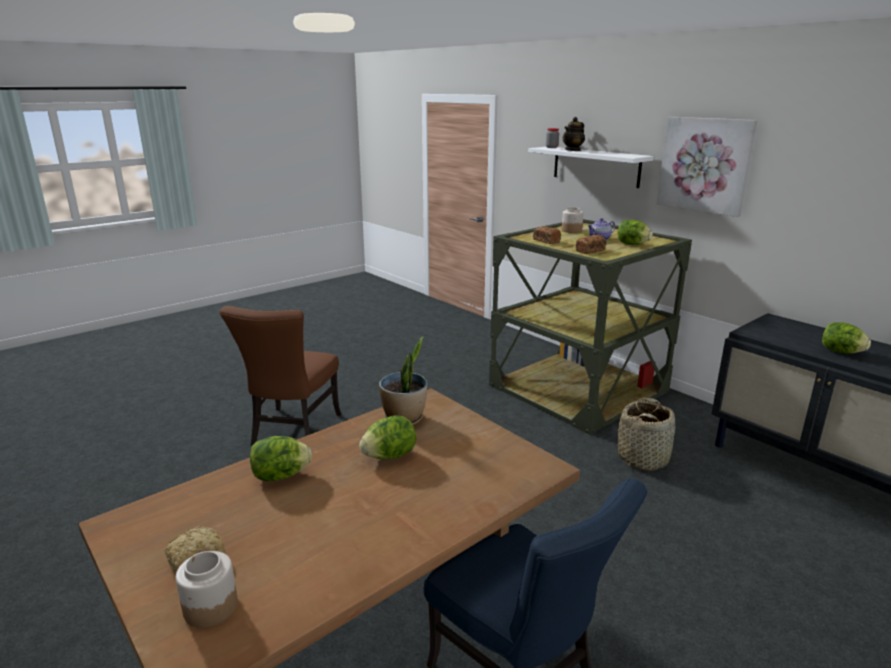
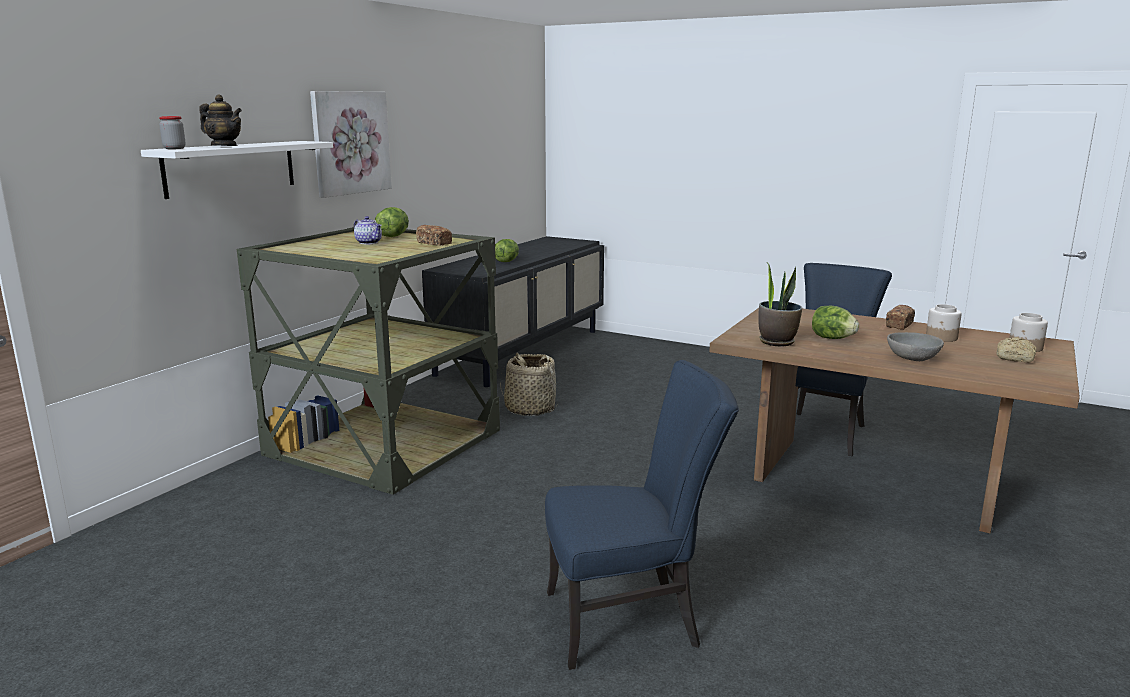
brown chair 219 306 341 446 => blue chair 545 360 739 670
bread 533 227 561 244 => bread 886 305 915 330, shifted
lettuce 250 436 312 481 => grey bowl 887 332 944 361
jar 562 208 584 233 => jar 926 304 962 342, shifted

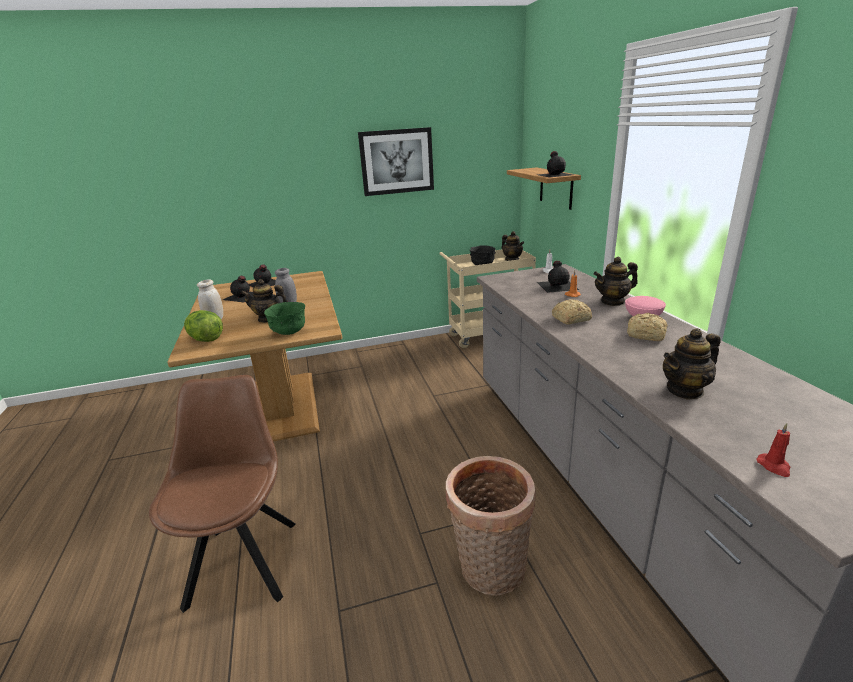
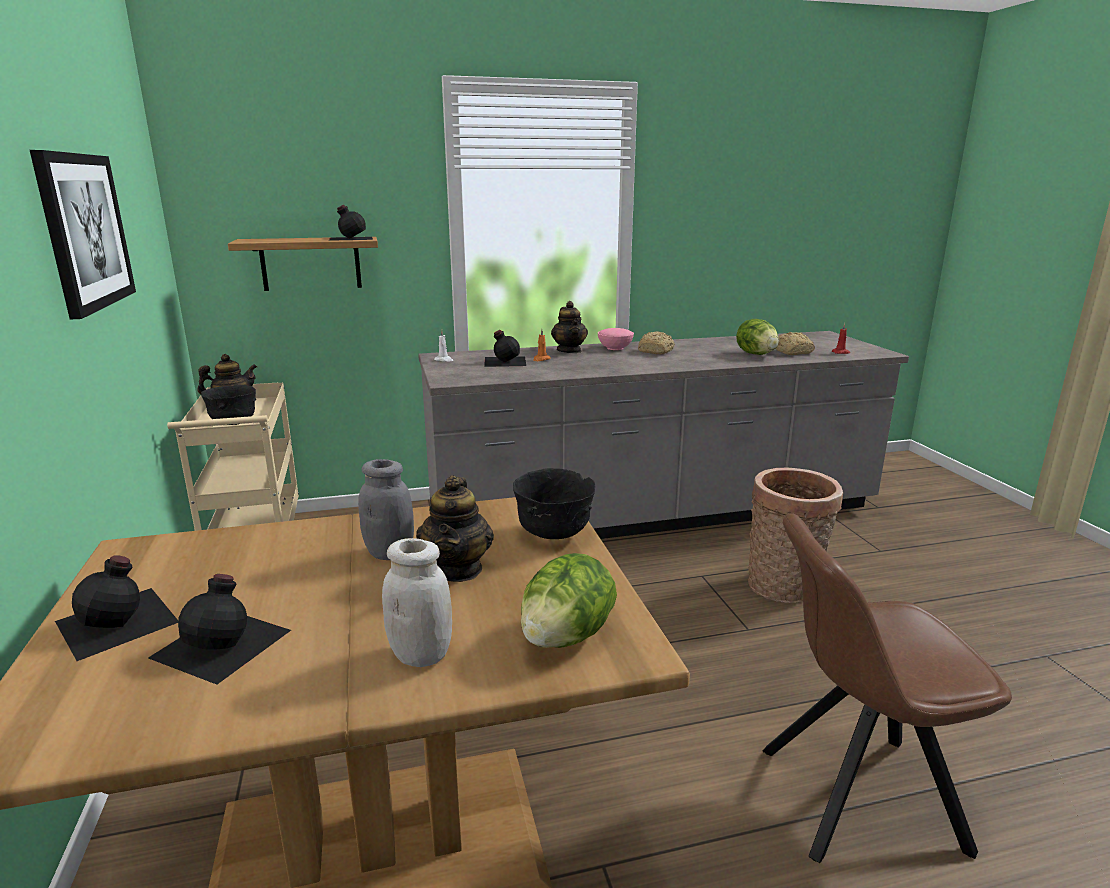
green bowl 264 302 305 335 => black bowl 513 468 595 539
teapot 663 328 721 399 => lettuce 736 319 779 355
bread 552 299 592 324 => bread 775 332 815 355, shifted

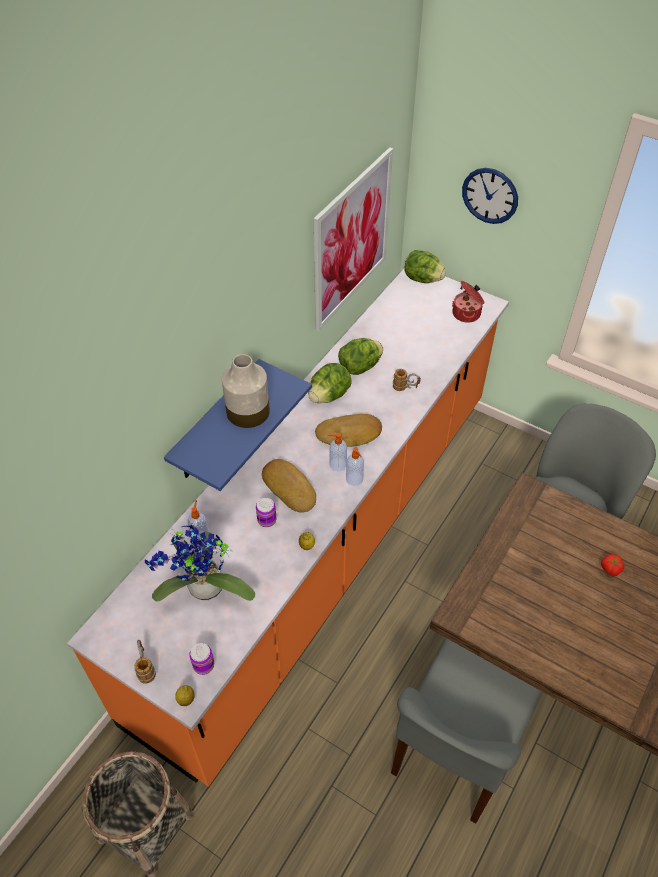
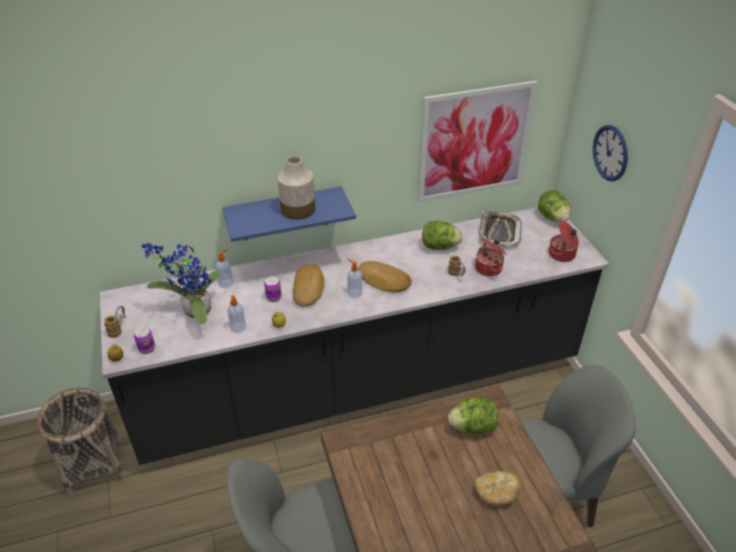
orange counter 67 269 509 787 => black counter 100 207 609 465
soap dispenser 346 447 364 486 => soap dispenser 227 295 246 333, shifted
lettuce 308 363 352 403 => lettuce 448 397 499 435, shifted
nothing => cooking pot 475 239 507 276
tomato 601 554 624 576 => bread 475 471 521 506
nothing => tray 479 211 522 247

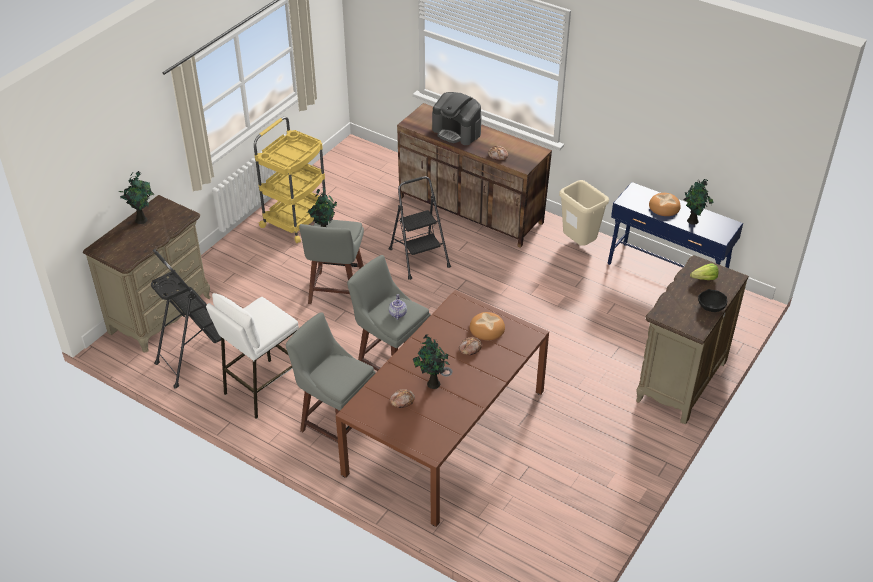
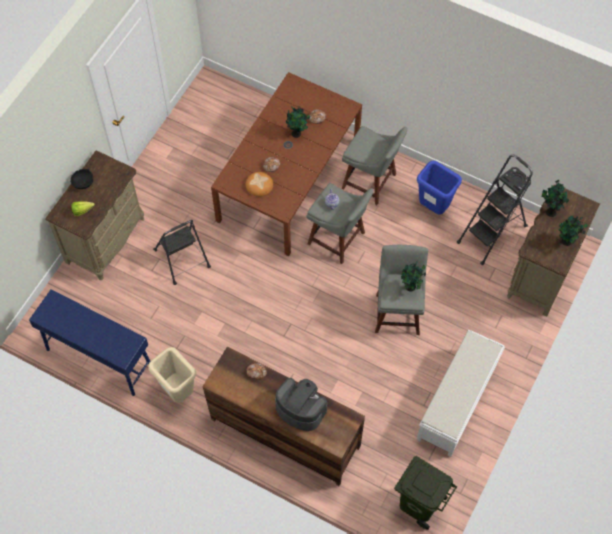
black step ladder 388 176 451 280 => black step ladder 153 220 211 285, shifted
nothing => green trash can 394 456 457 530
white stool 206 293 299 419 => blue trash can 417 161 462 214
yellow cart 254 117 326 243 => white bench 417 330 505 457
potted plant 684 179 714 225 => potted plant 542 180 569 217, shifted
bread 649 193 681 216 => nothing

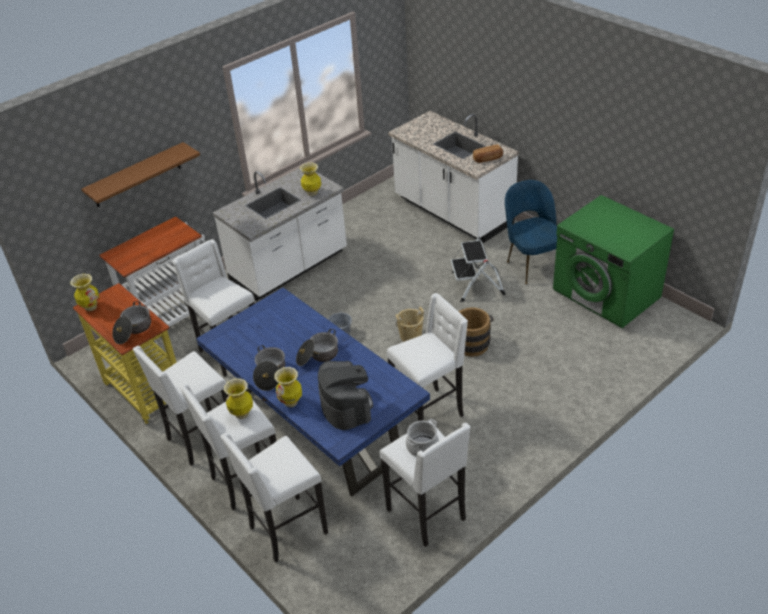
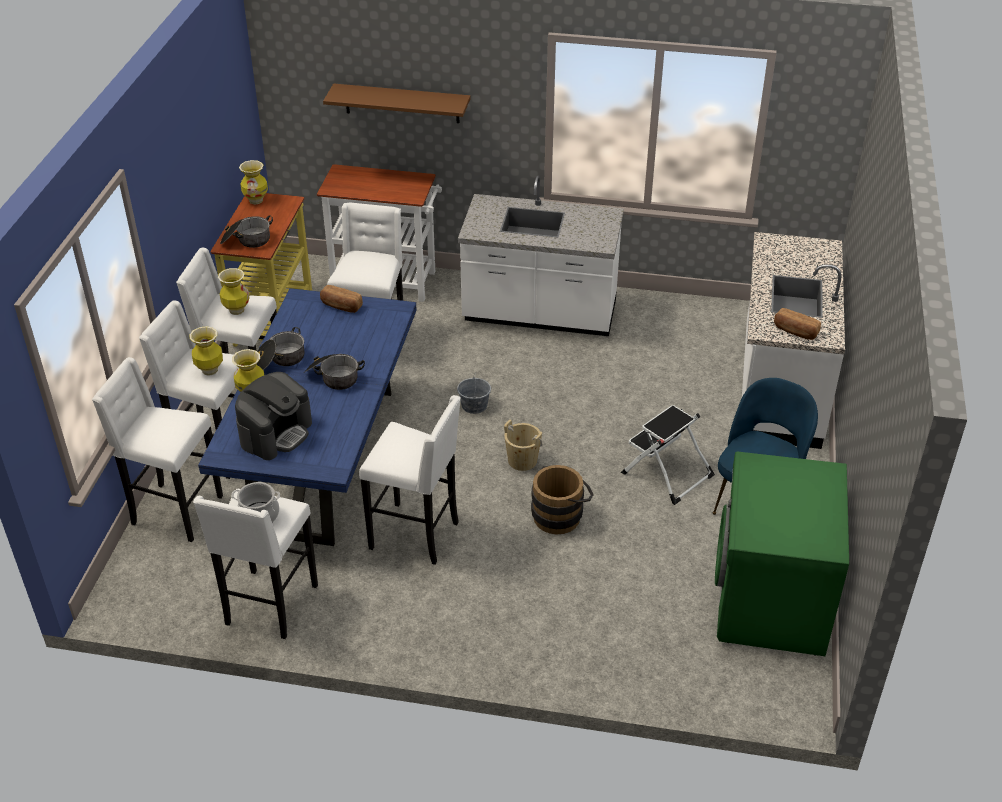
vase 300 163 321 196 => vase 218 268 249 315, shifted
nothing => bread 320 285 363 313

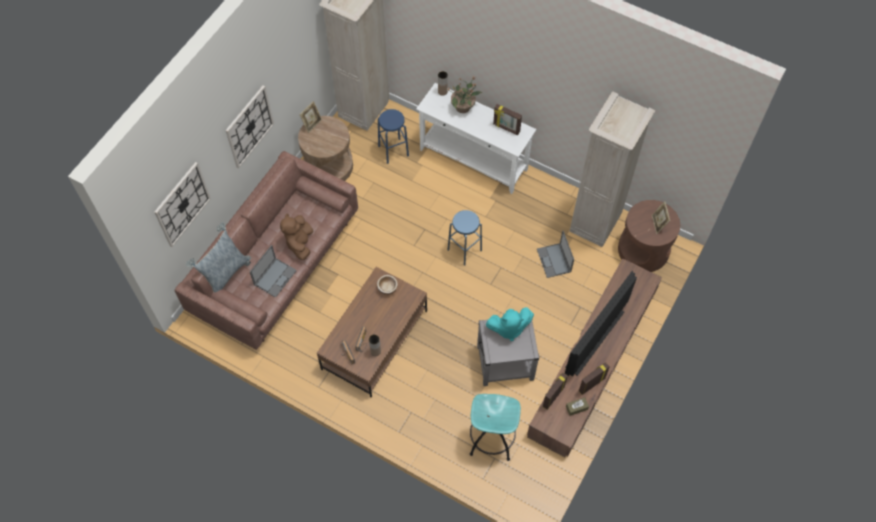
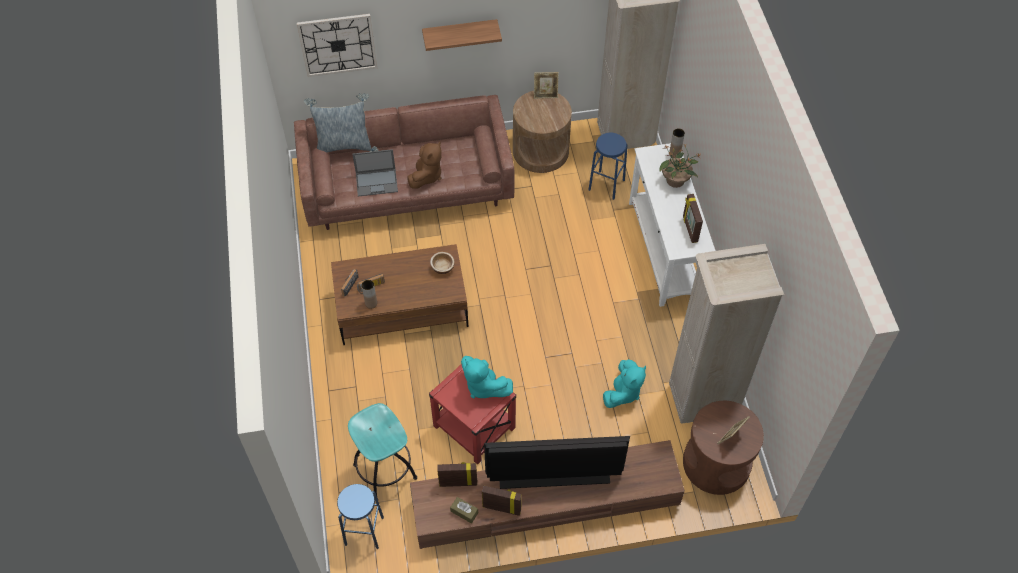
blue stool 447 210 482 265 => blue stool 337 484 384 549, shifted
brown plush toy 280 213 314 260 => brown plush toy 407 141 442 188, 150 degrees clockwise
wall clock 225 85 274 168 => shelf 422 19 502 51
grey side table 477 320 540 386 => red side table 429 364 516 464
laptop 537 230 574 278 => turquoise plush toy 603 359 646 408

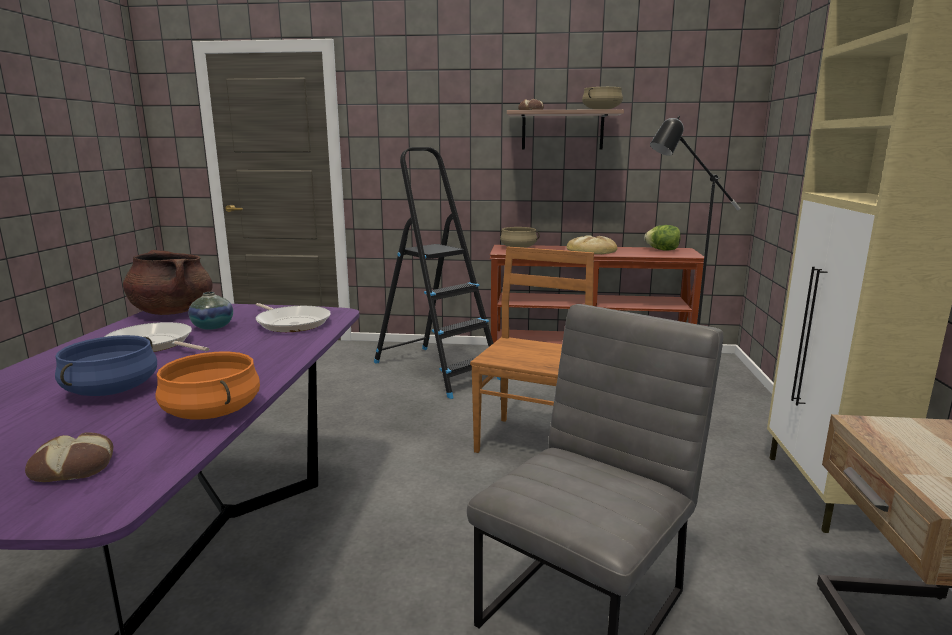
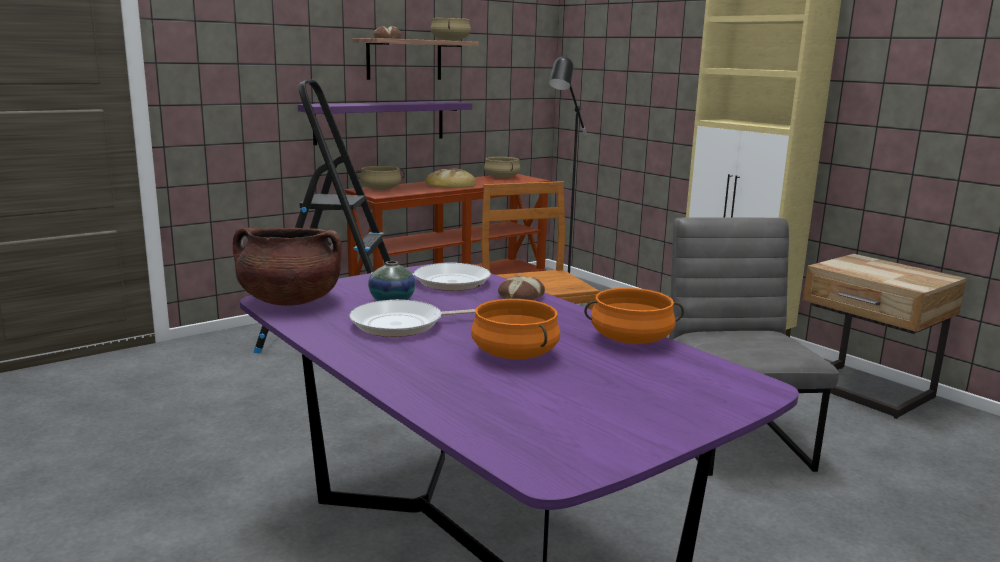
nothing => purple shelf 298 101 472 145
blue cooking pot 55 335 157 396 => orange cooking pot 471 299 560 360
lettuce 644 225 681 251 => beige cooking pot 484 157 521 178
bread 25 432 114 482 => bread 498 276 545 300, shifted

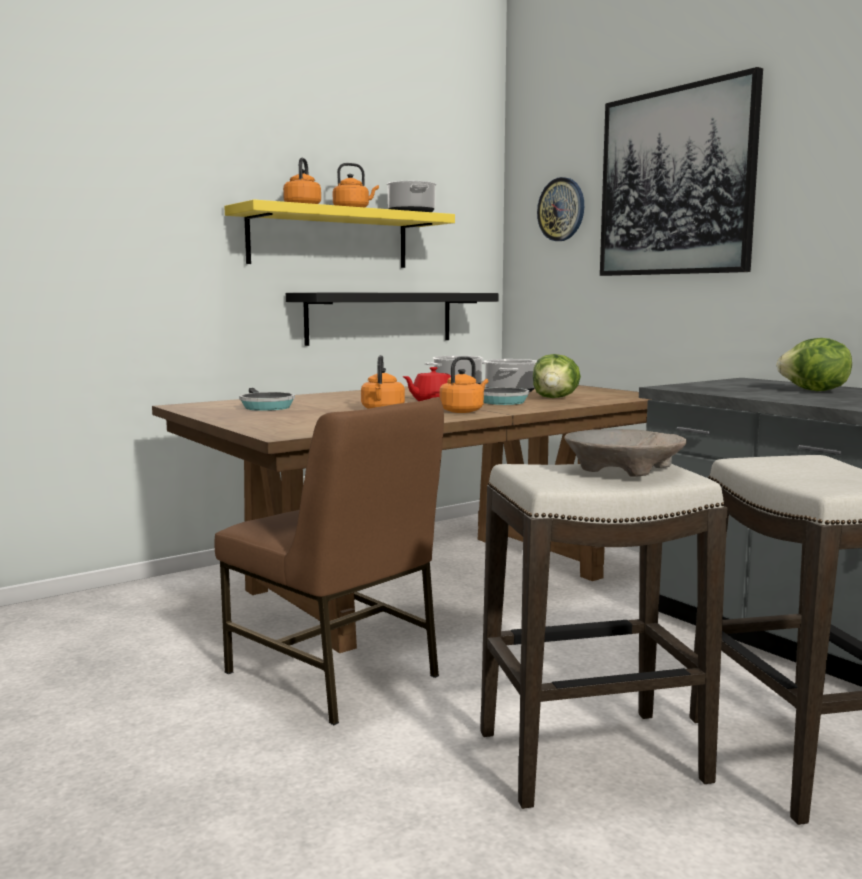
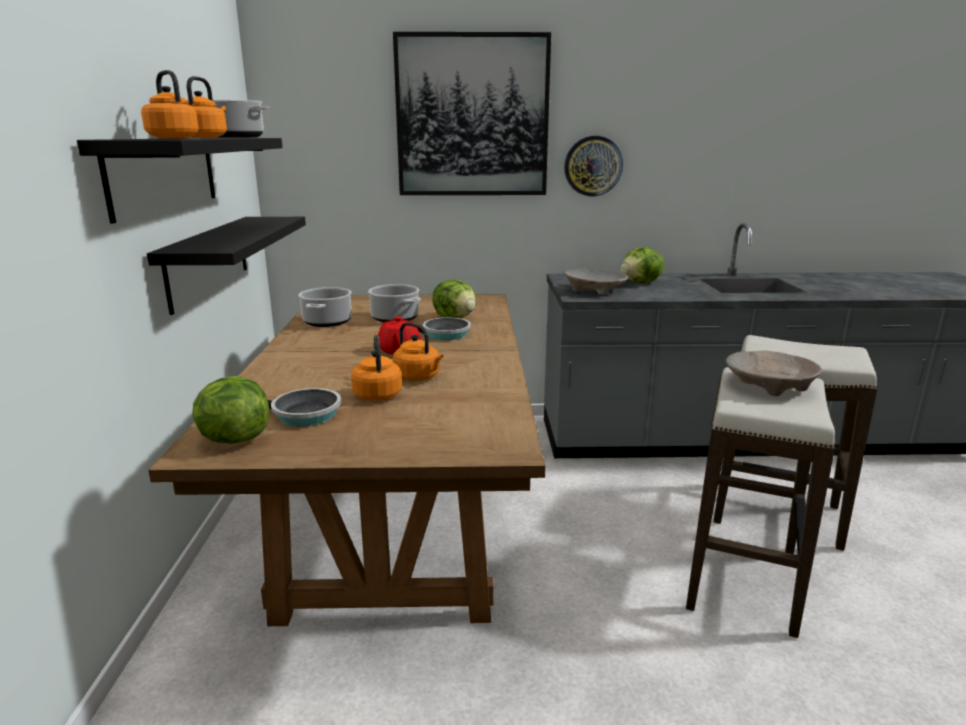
yellow shelf 224 199 455 268 => black shelf 77 138 283 224
nothing => lettuce 192 376 270 444
orange kettle 439 356 488 413 => orange kettle 351 335 402 401, shifted
wall clock 537 177 584 241 => wall clock 564 136 623 196, shifted
nothing => beige bowl 565 268 628 295
brown chair 214 397 444 725 => nothing

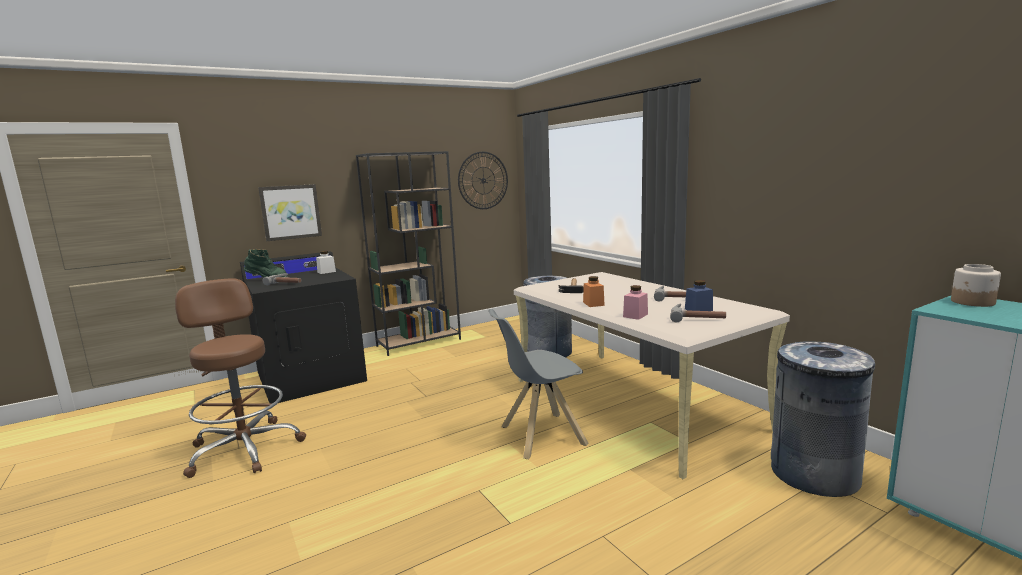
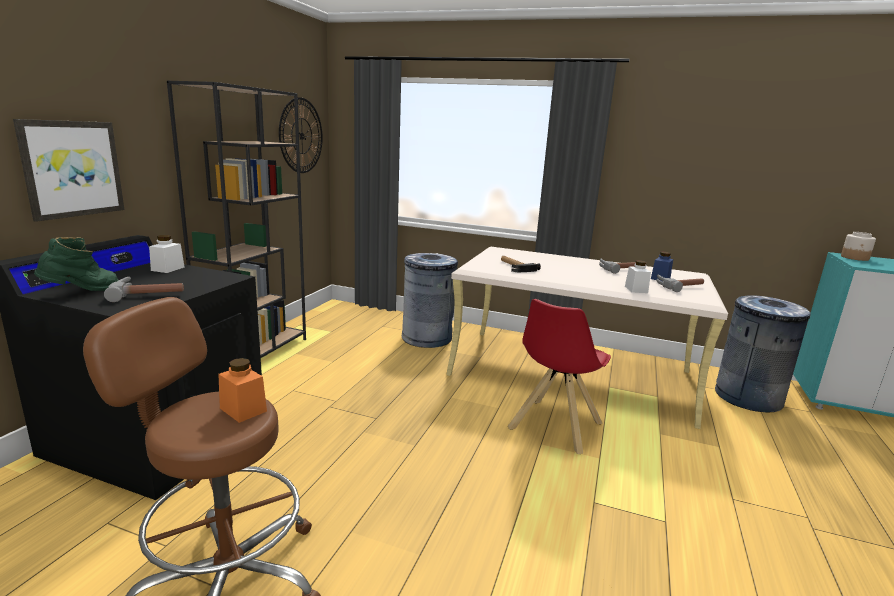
orange jar 583 276 605 307 => orange jar 218 358 267 423, shifted
grey chair 489 309 588 459 => red chair 508 299 611 454
pink jar 623 285 648 320 => white jar 625 260 651 293

